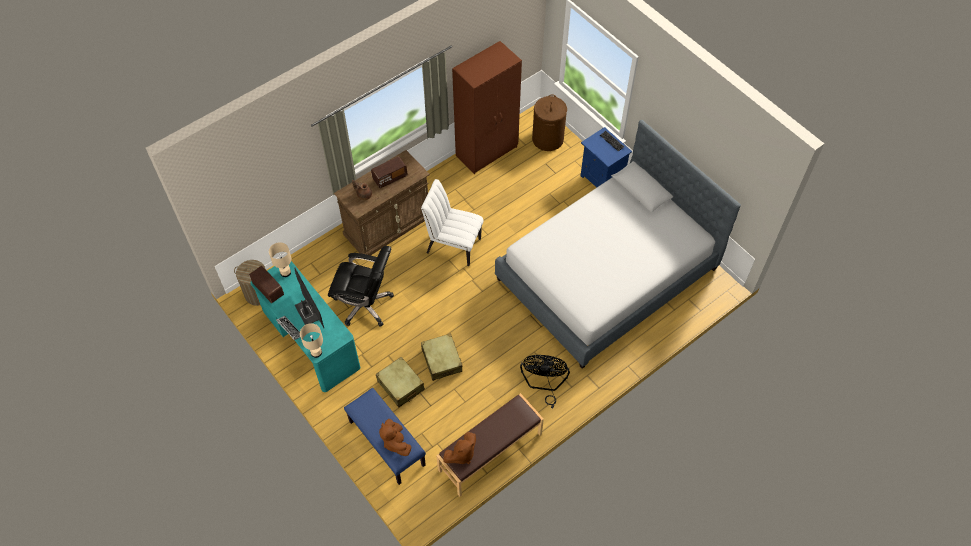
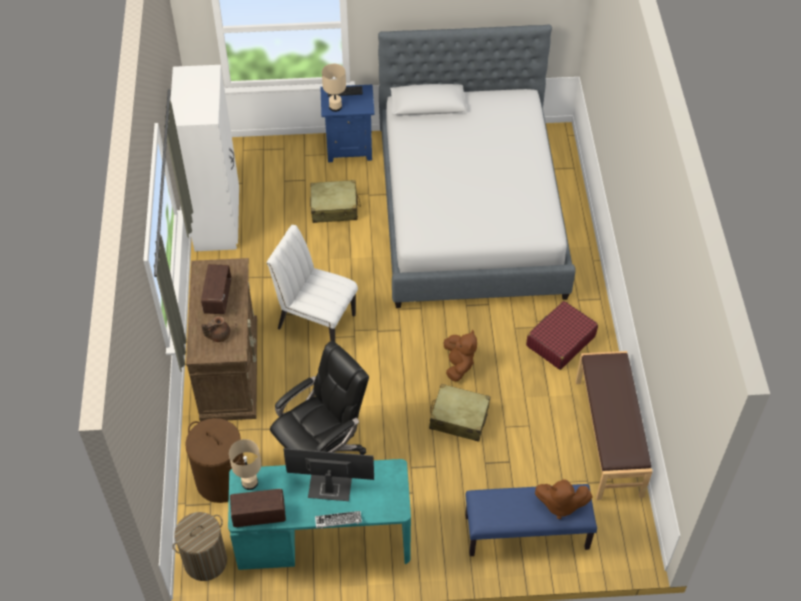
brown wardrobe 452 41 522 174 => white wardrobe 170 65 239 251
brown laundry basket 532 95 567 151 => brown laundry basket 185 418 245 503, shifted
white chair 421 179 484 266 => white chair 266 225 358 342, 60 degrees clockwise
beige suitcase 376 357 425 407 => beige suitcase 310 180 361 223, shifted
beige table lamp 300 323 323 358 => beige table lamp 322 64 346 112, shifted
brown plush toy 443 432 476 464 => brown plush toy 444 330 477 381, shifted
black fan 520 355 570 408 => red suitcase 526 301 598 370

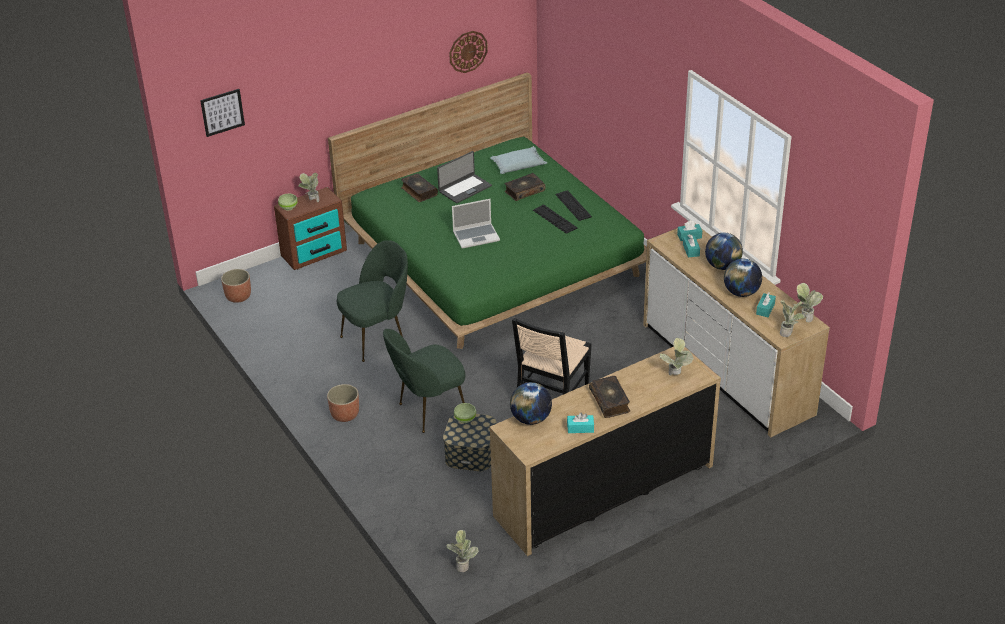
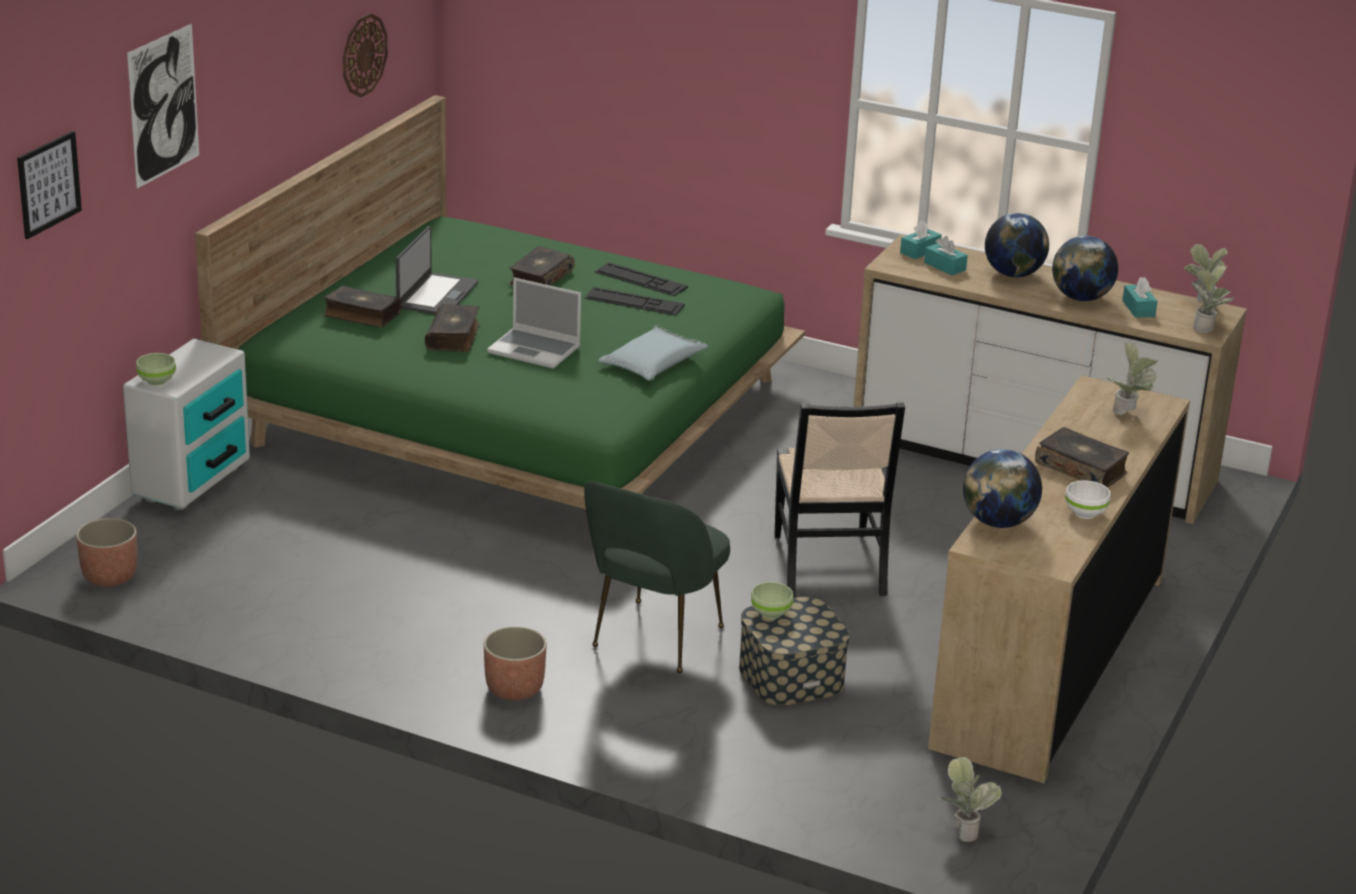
brown nightstand 274 187 347 270 => white nightstand 123 339 250 510
nothing => picture 127 24 199 188
nothing => book 425 304 480 352
laptop 452 199 500 248 => laptop 487 278 581 368, 75 degrees clockwise
blue pillow 490 146 547 174 => blue pillow 598 324 708 381, shifted
turquoise tissue box 567 413 594 433 => white bowl 1065 480 1111 519
potted plant 298 173 320 202 => nothing
green chair 337 240 408 362 => nothing

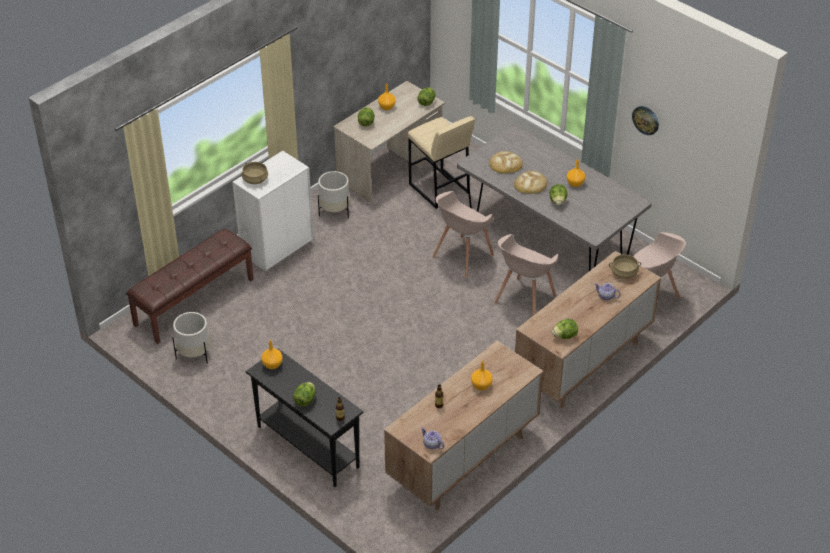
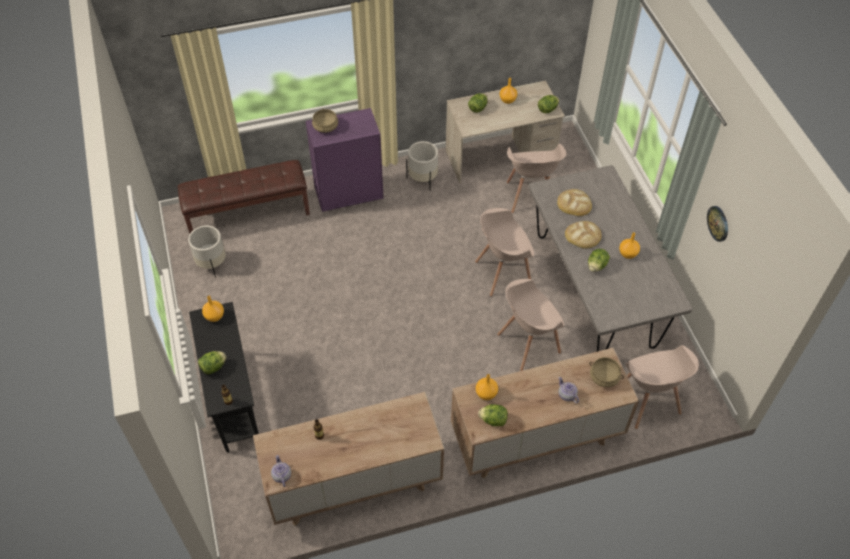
white cabinet 232 151 314 271 => purple cabinet 305 108 384 212
orange vase 471 361 493 390 => orange vase 476 374 498 400, shifted
beige stool 408 116 475 209 => beige chair 507 144 567 213

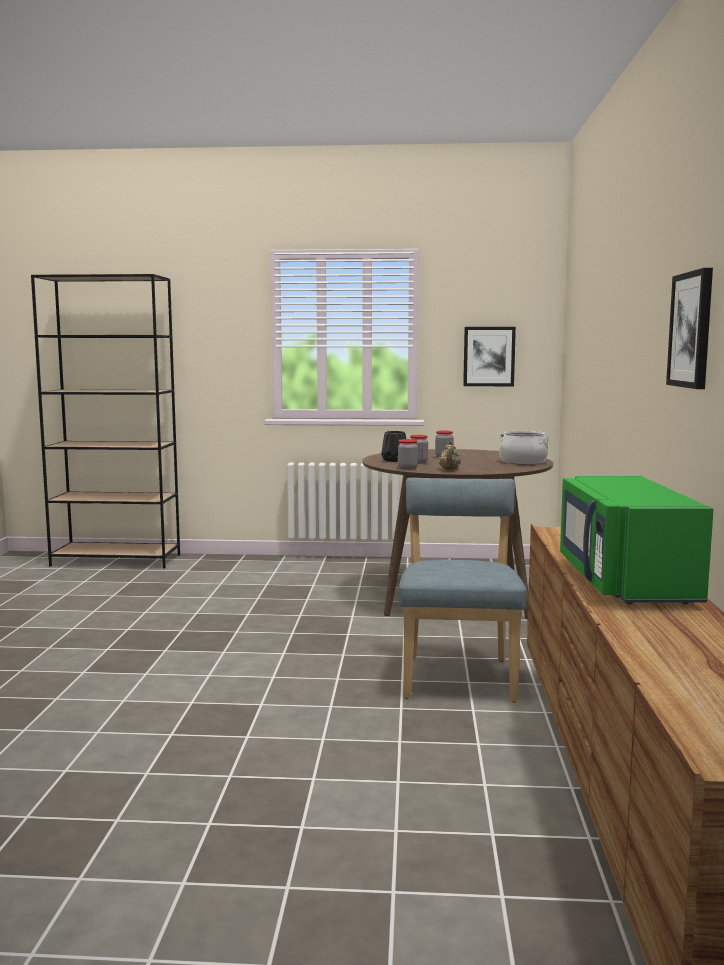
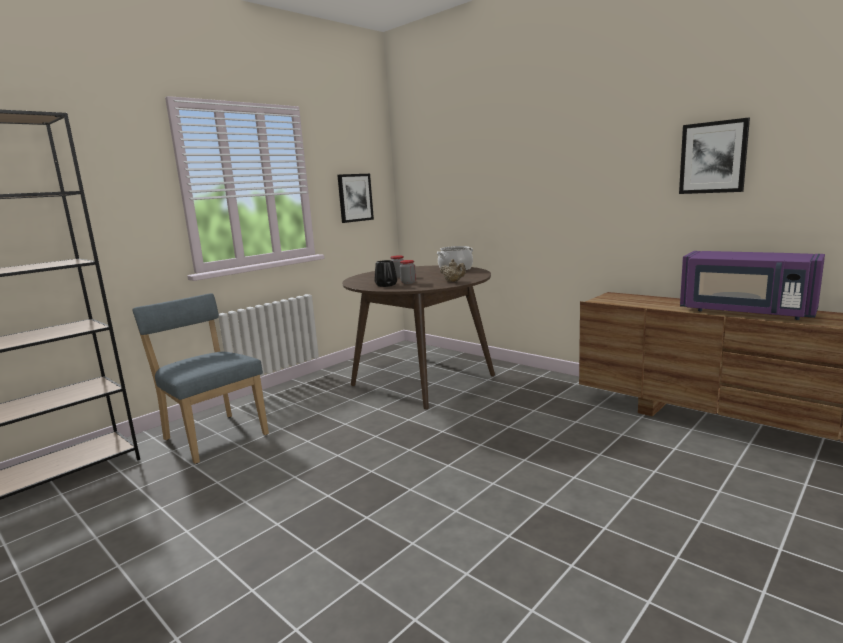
blue chair 398 478 527 703 => blue chair 132 293 269 464, shifted
green microwave 560 476 714 604 => purple microwave 680 251 825 320
jar 398 439 418 470 => nothing

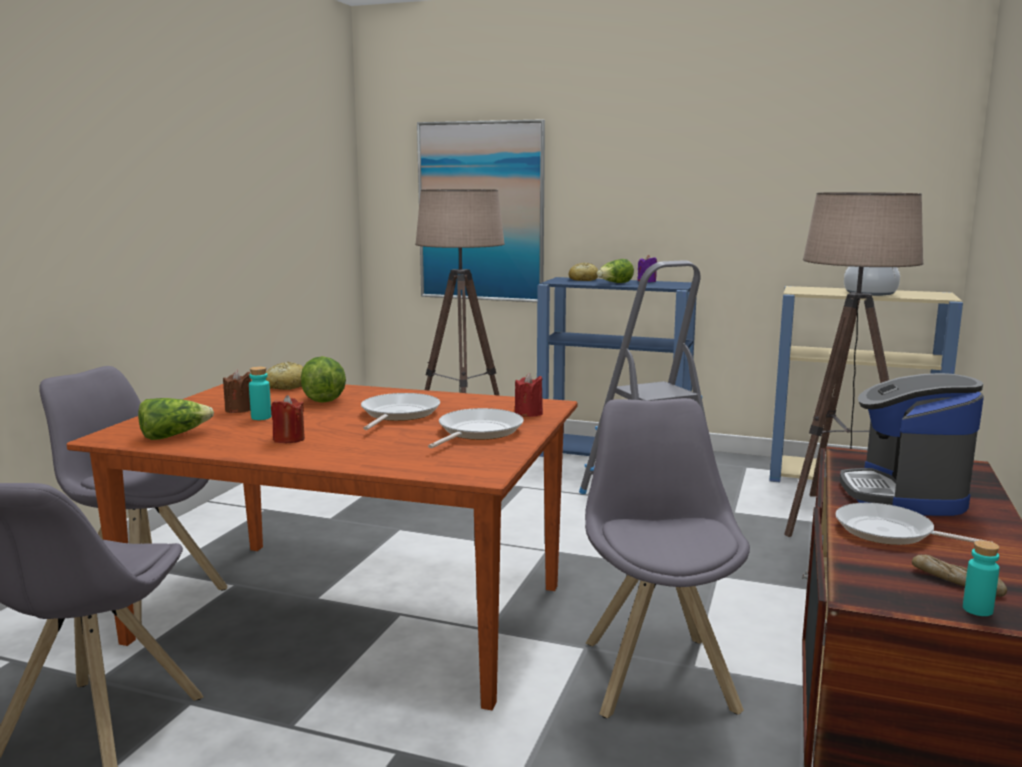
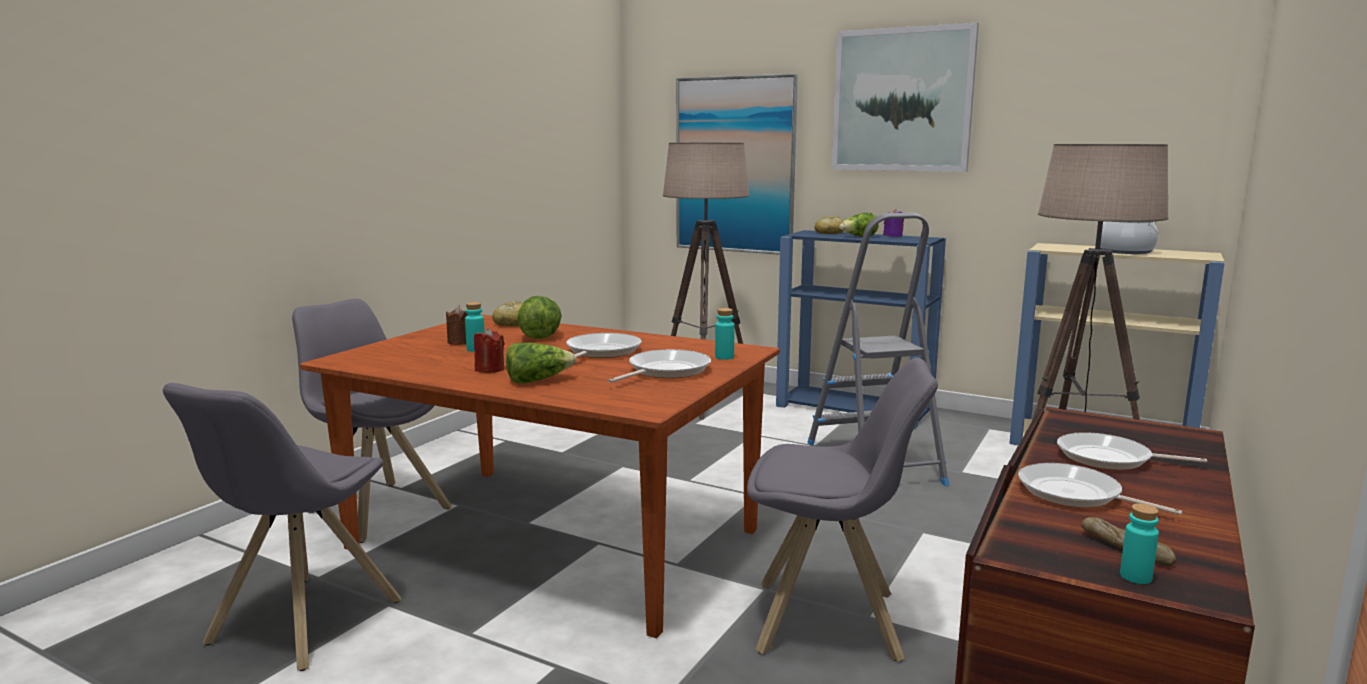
lettuce 138 398 214 440 => lettuce 506 342 577 383, shifted
red candle 515 373 543 417 => turquoise bottle 715 308 734 360
grey chair 585 398 750 718 => grey chair 747 358 938 662, 90 degrees clockwise
nothing => picture 832 23 979 172
coffee machine 840 373 984 516 => frying pan 1057 432 1207 470

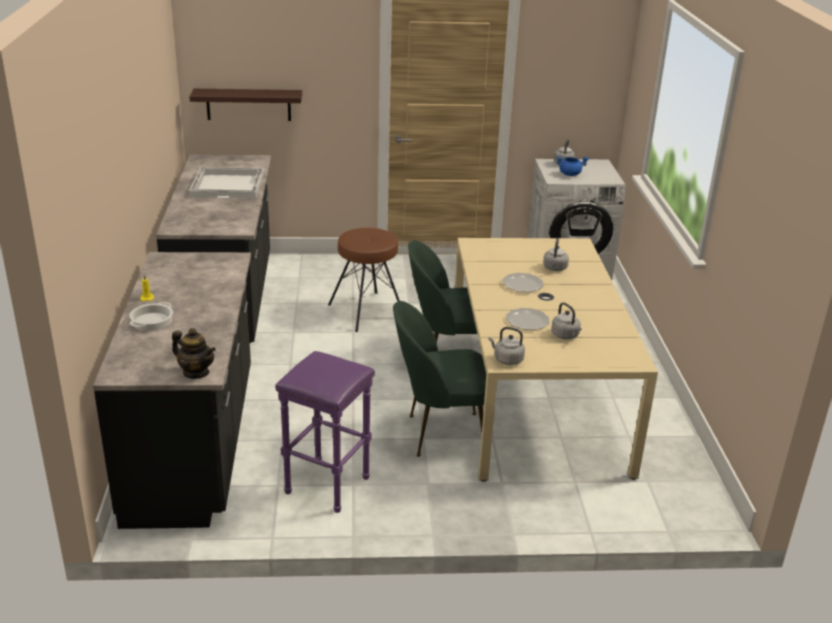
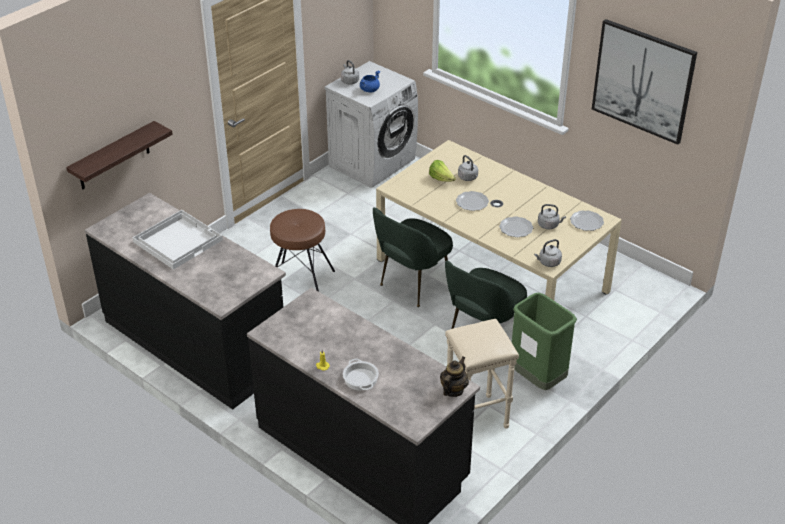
nothing => lettuce 429 160 456 182
teapot 172 328 216 379 => teapot 440 357 469 397, 45 degrees counterclockwise
purple stool 275 351 375 513 => beige stool 445 319 519 429
nothing => green trash can 512 292 577 390
nothing => plate 570 210 604 231
nothing => picture 592 19 697 145

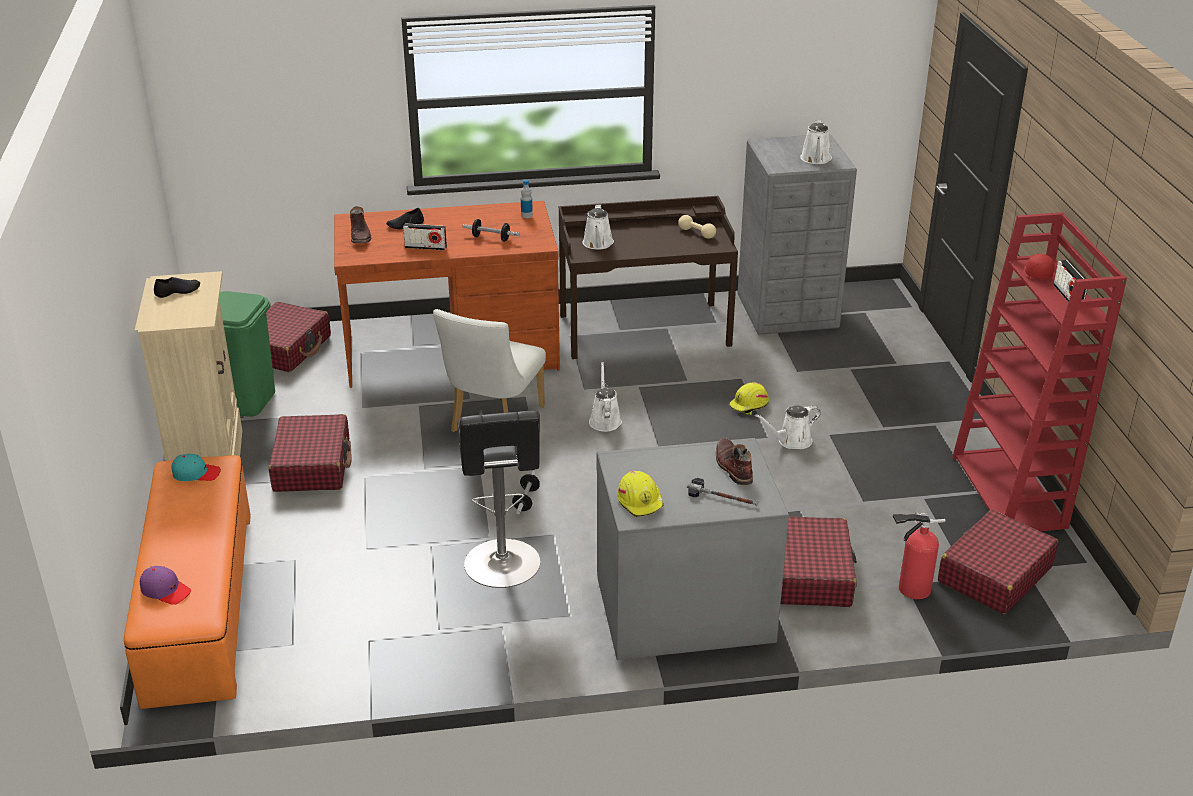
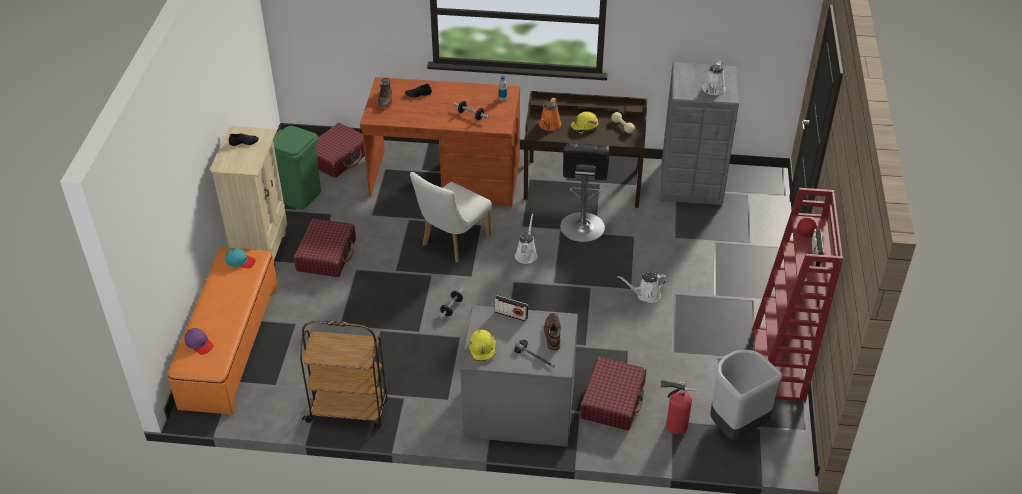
nothing => brown cart 300 320 389 429
radio 403 223 447 250 => radio 494 295 528 322, shifted
white watering can 583 205 614 250 => orange watering can 539 97 561 131
black stool 457 411 541 588 => black stool 560 142 609 242, shifted
yellow hard hat 729 383 769 415 => yellow hard hat 571 111 599 134, shifted
red suitcase 938 510 1058 614 => grey trash can 710 350 782 440

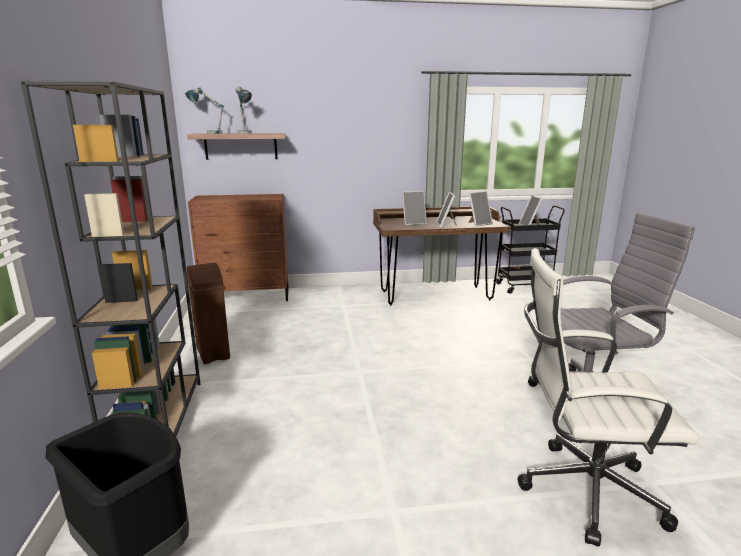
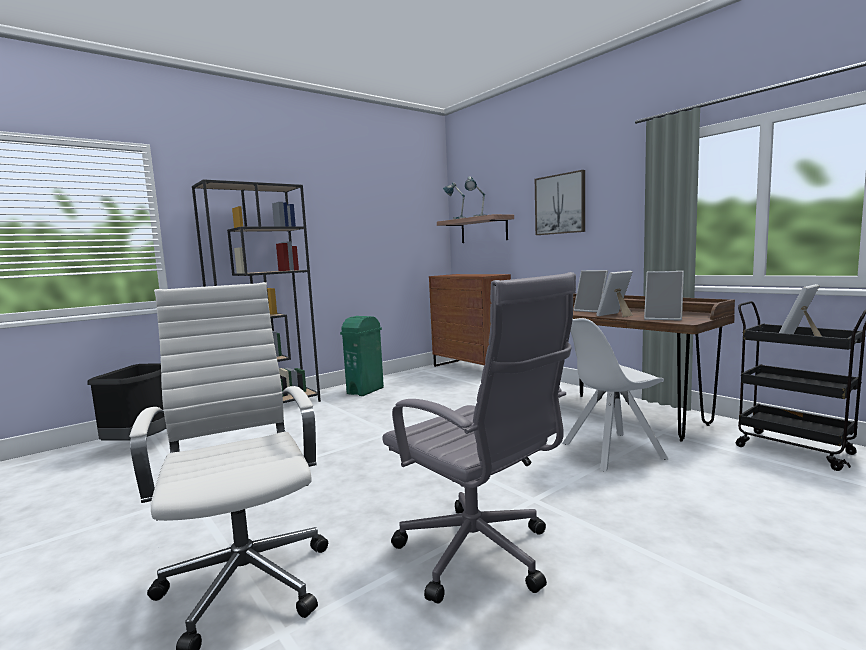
brown trash can 187 263 230 364 => green trash can 340 316 384 396
nothing => picture 535 170 585 235
nothing => white chair 562 318 668 471

